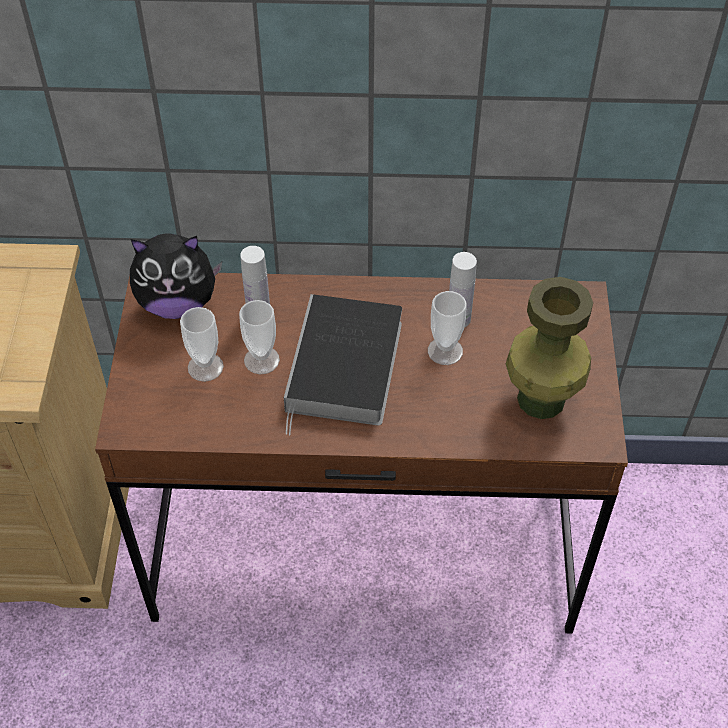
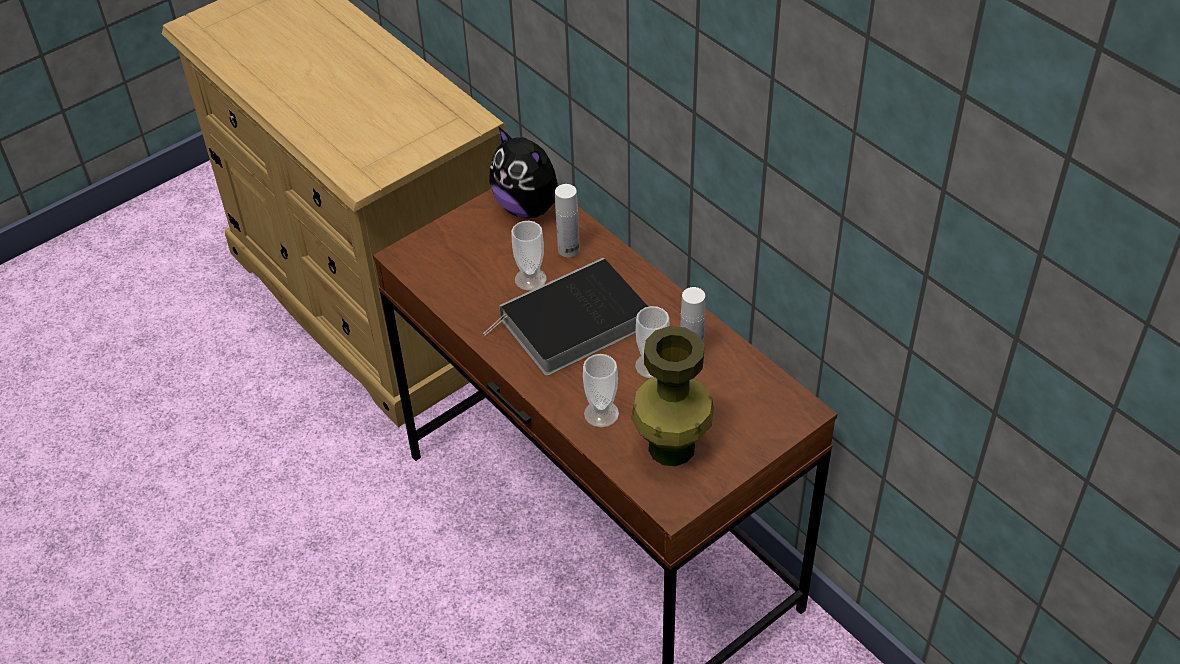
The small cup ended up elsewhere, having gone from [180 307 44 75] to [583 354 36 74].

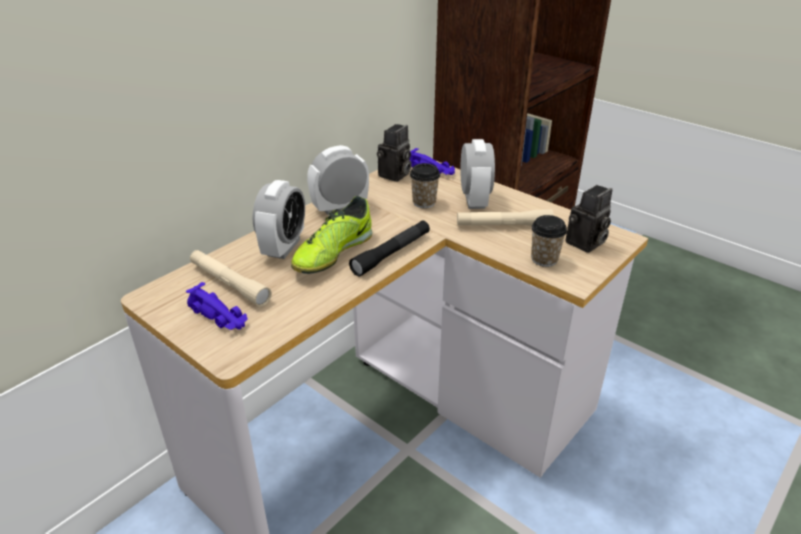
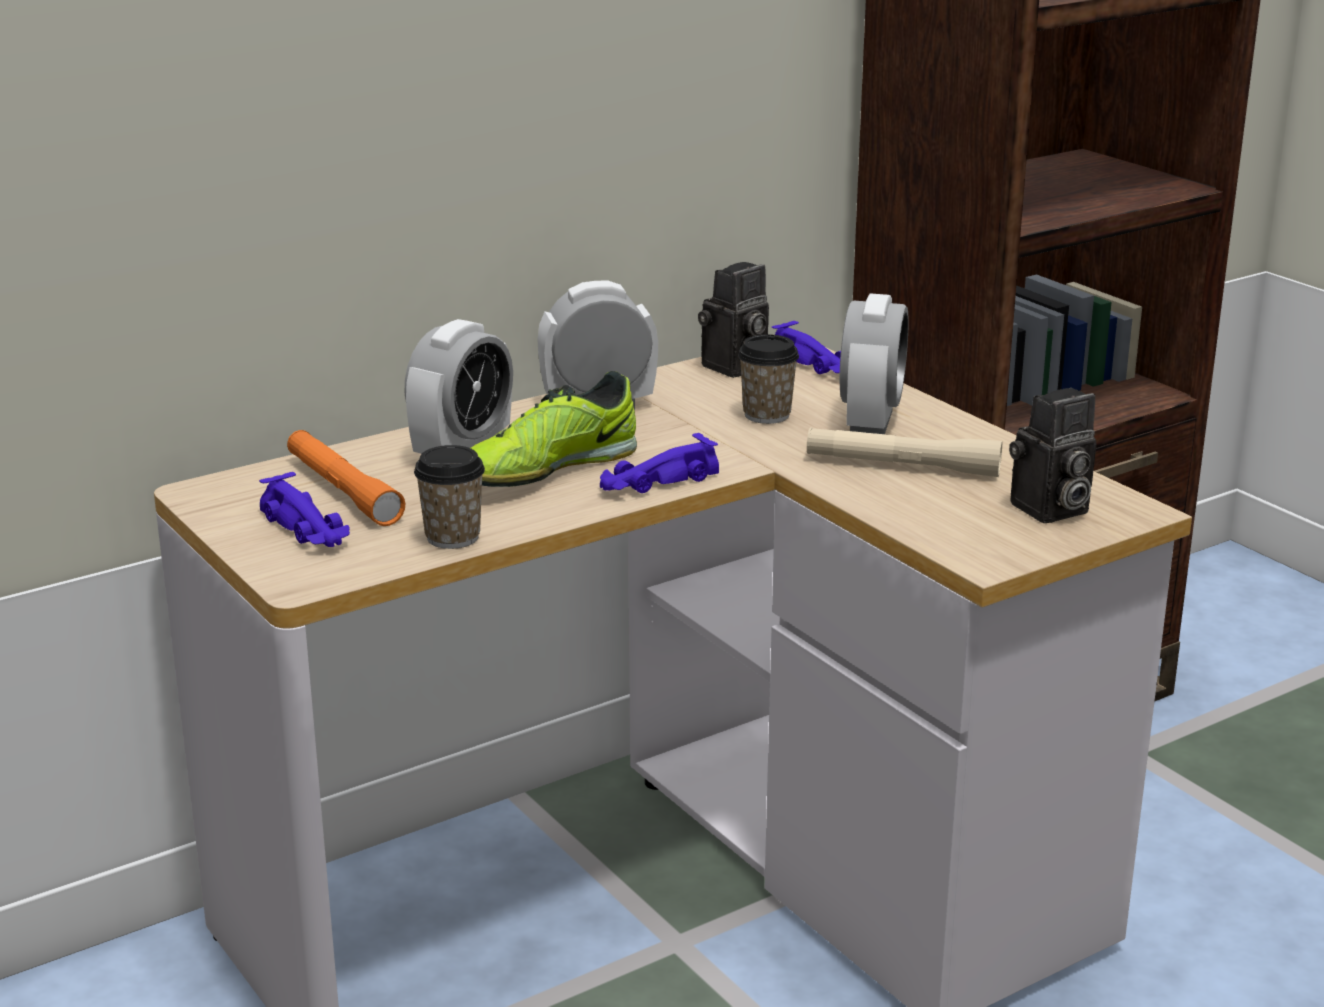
What was the beige-coloured torch at [190 250 82 57] turned into the orange torch at [287 430 118 96]. The small cup ended up elsewhere, having gone from [531 215 36 52] to [414 445 71 104]. Where the black-coloured torch stood at [349 221 81 55], the purplish miniature car came to stand at [600 433 119 60].

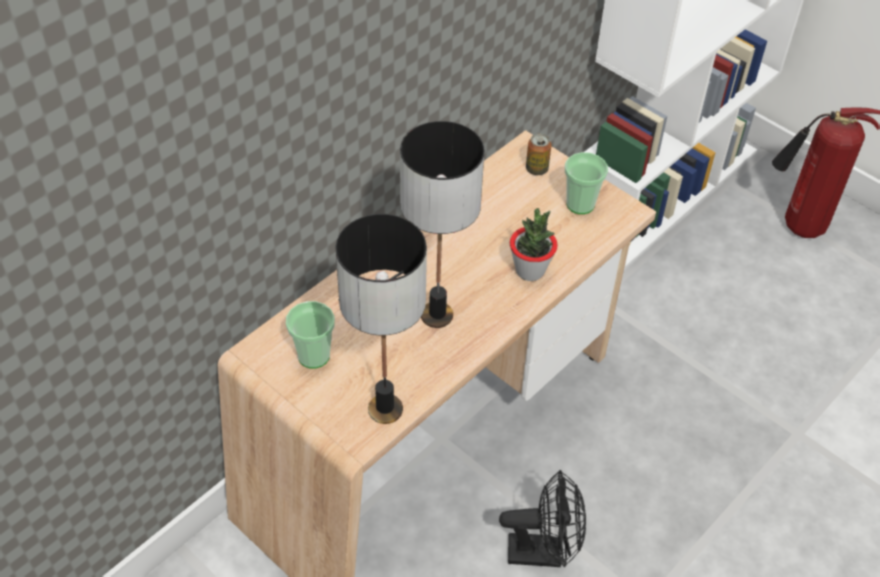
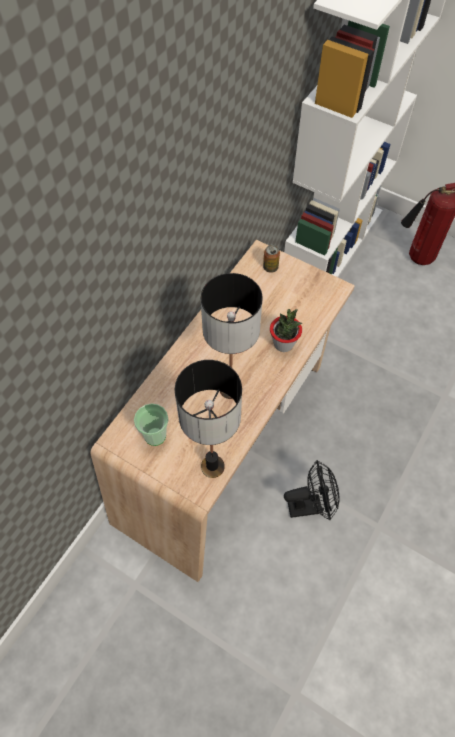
The second view lost the small cup at [565 152 43 62].

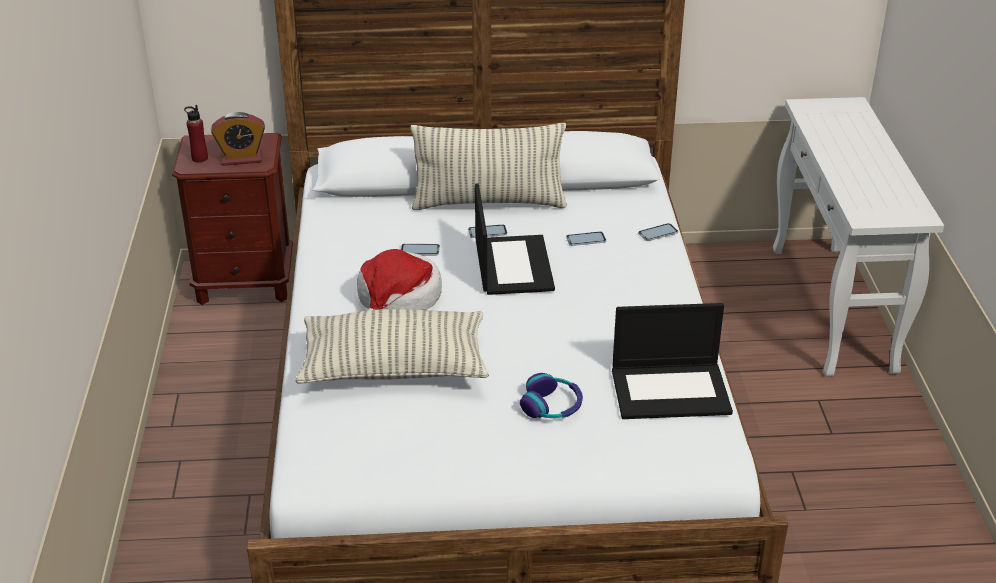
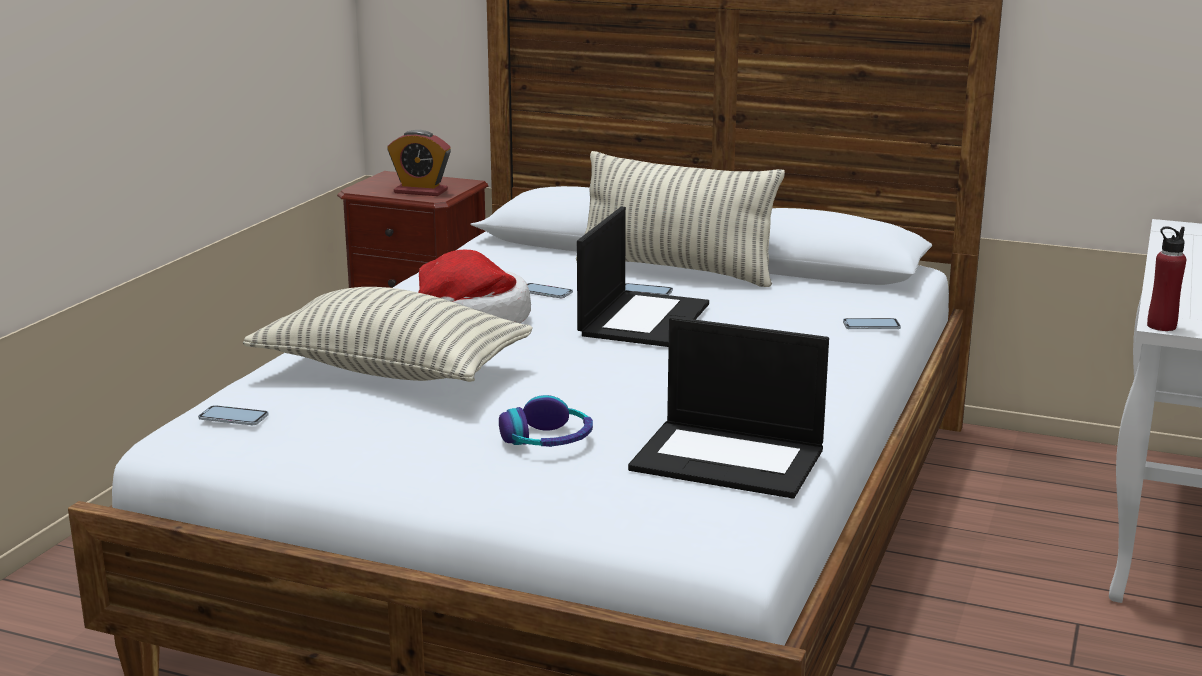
The phone ended up elsewhere, having gone from [566 231 40 15] to [198 405 71 20]. The red-coloured beverage bottle ended up elsewhere, having gone from [184 105 24 58] to [1147 227 39 104].

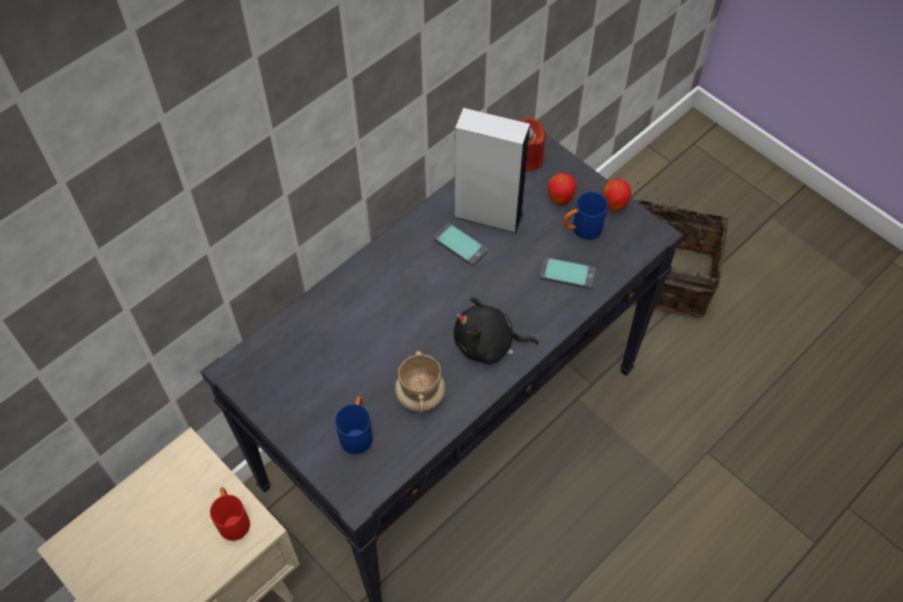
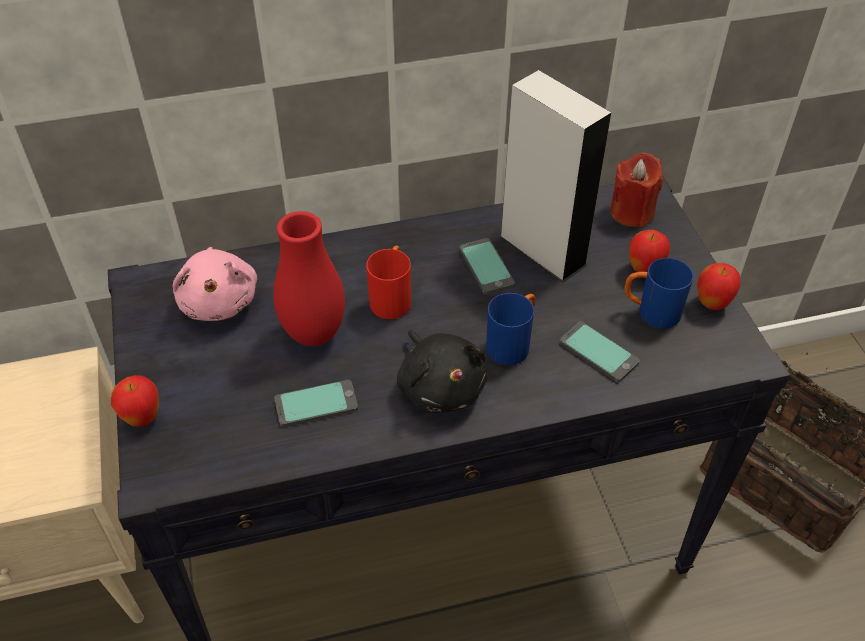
The second view gained the apple fruit at [111 375 48 52]. The second view gained the pink-coloured plush toy at [173 247 84 74]. The second view gained the red-coloured vase at [273 211 72 135]. Where the beige-coloured tea mug stood at [395 351 50 62], the phone came to stand at [274 380 84 47]. The red-coloured tea mug ended up elsewhere, having gone from [210 487 40 54] to [366 245 45 74]. The black-coloured plush toy at [454 297 85 67] ended up facing another way, 150 degrees counterclockwise from before. The blue tea mug ended up elsewhere, having gone from [335 396 38 58] to [486 293 49 73].

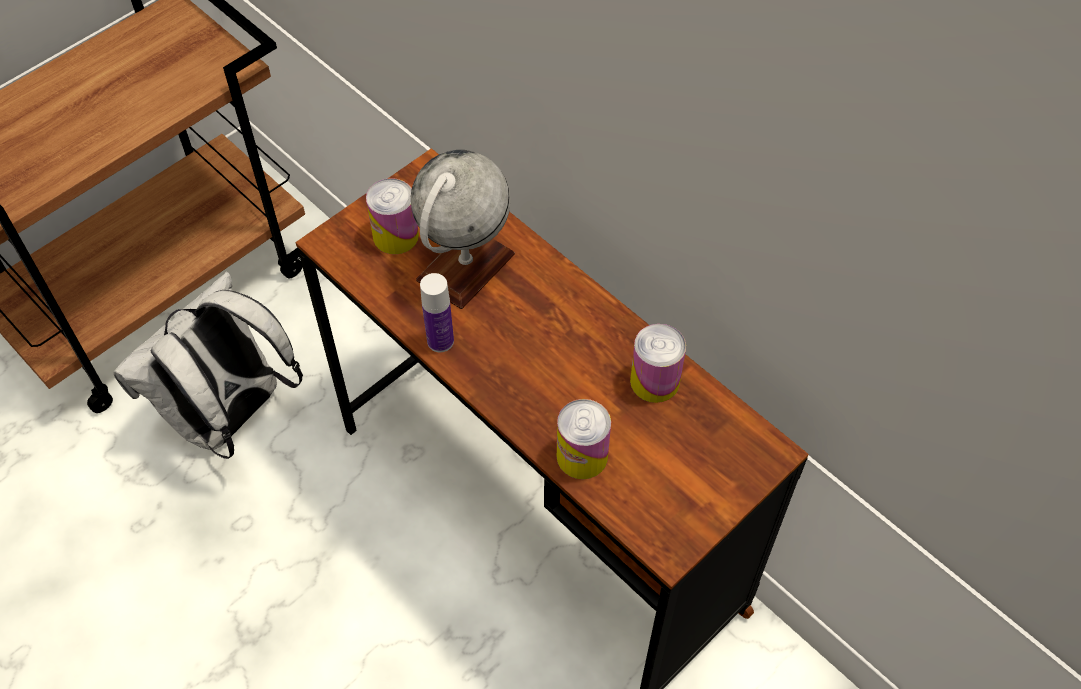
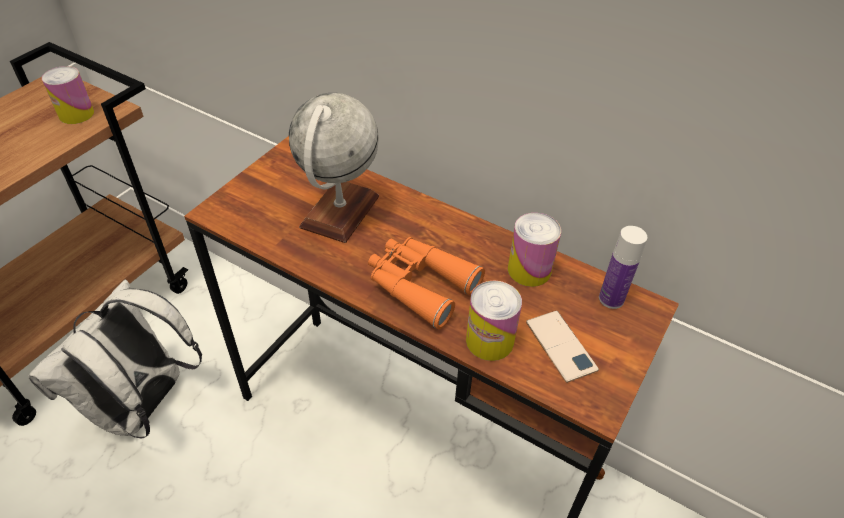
The can ended up elsewhere, having gone from [366 178 53 76] to [42 66 52 58]. The second view gained the orange field glasses at [368 237 117 92]. The second view gained the phone at [526 311 73 72]. The beverage bottle ended up elsewhere, having gone from [420 273 34 79] to [599 226 48 83].

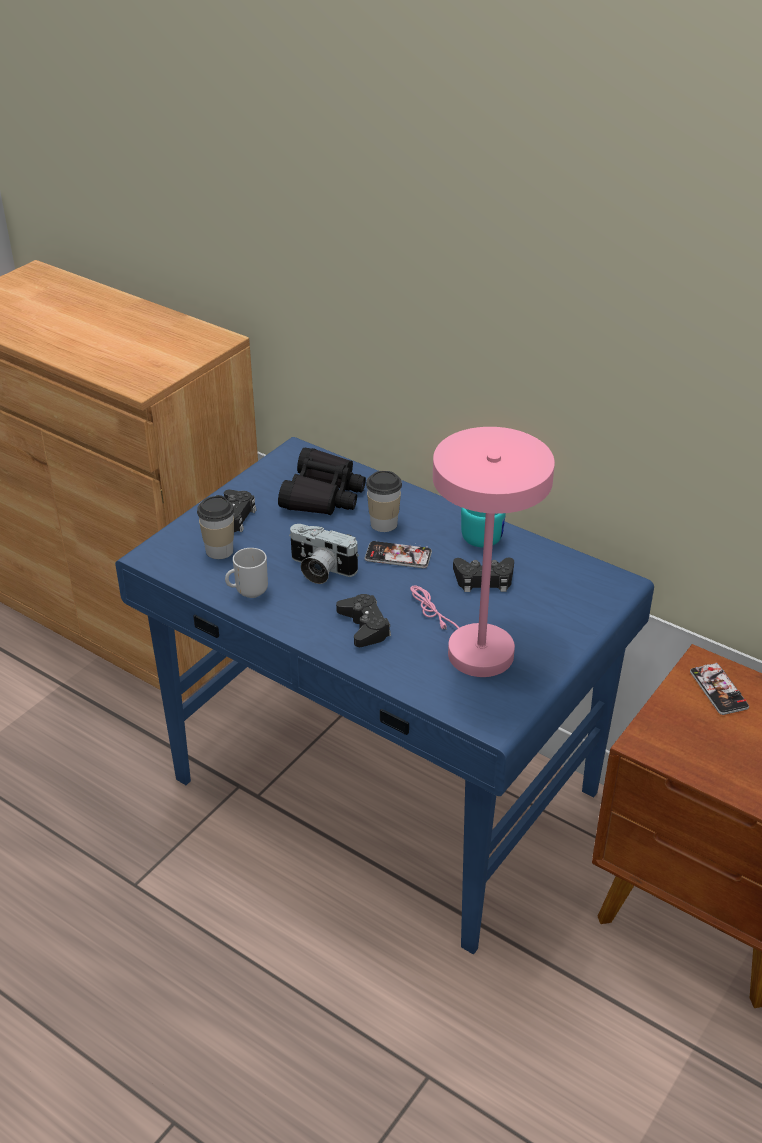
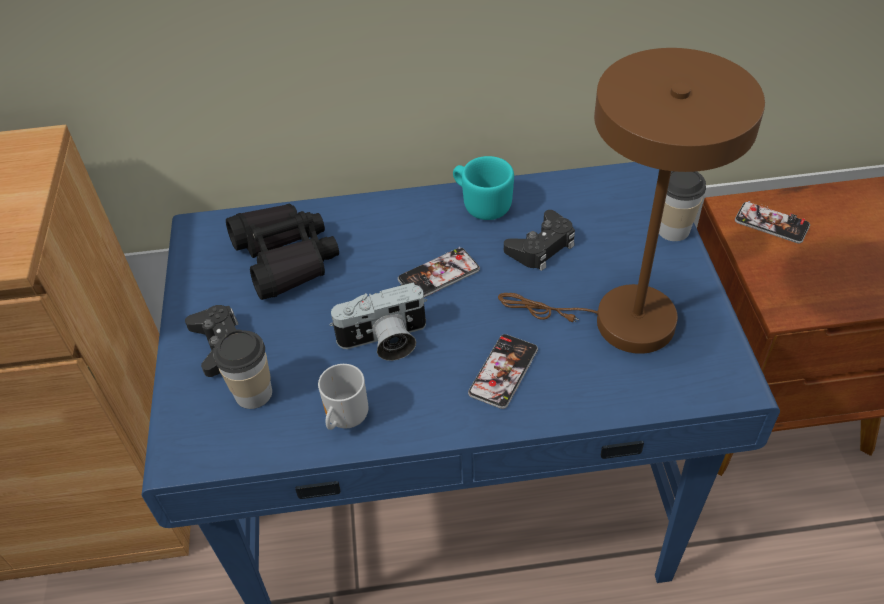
Where the black-coloured gamepad stood at [336 594 55 53], the phone came to stand at [468 334 70 75]. What was the pink-coloured tabletop lamp at [410 427 145 250] turned into the brownish tabletop lamp at [498 48 267 306]. The small cup ended up elsewhere, having gone from [366 471 36 61] to [659 171 47 70].

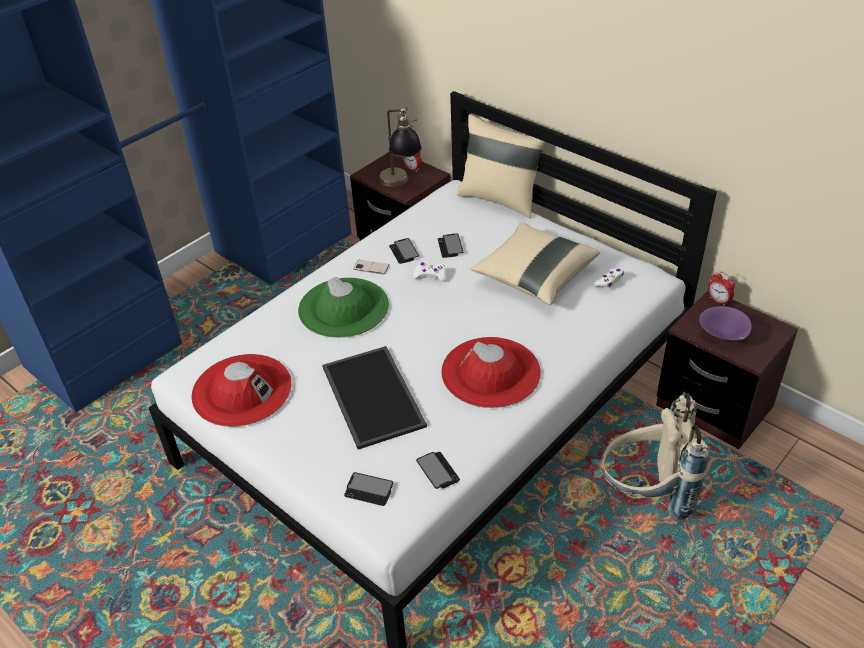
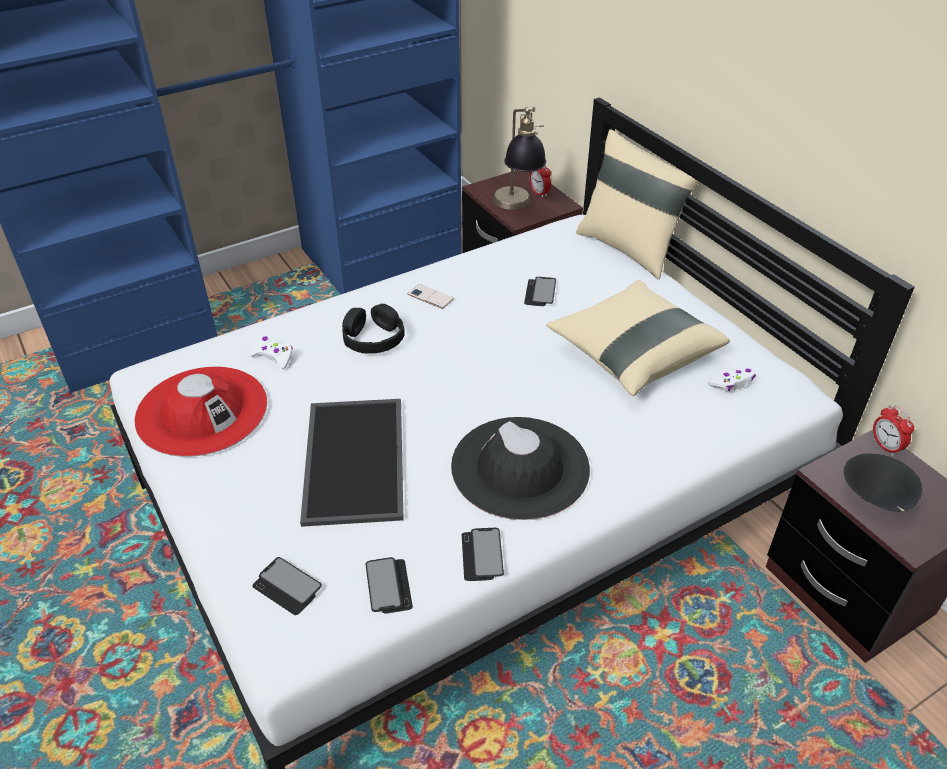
The whitish gamepad ended up elsewhere, having gone from [413 262 33 20] to [249 336 44 33]. Where the greenish wearable hat stood at [298 277 91 61], the black-coloured headphones came to stand at [342 304 63 50]. What was the red-coloured wearable hat at [441 337 100 71] turned into the black-coloured wearable hat at [451 417 139 103]. The phone ended up elsewhere, having gone from [389 238 30 26] to [462 528 42 53]. What was the purplish deep dish at [699 306 53 34] turned into the black-coloured deep dish at [844 454 78 58]. The second view lost the beige-coloured rucksack at [600 393 109 127].

